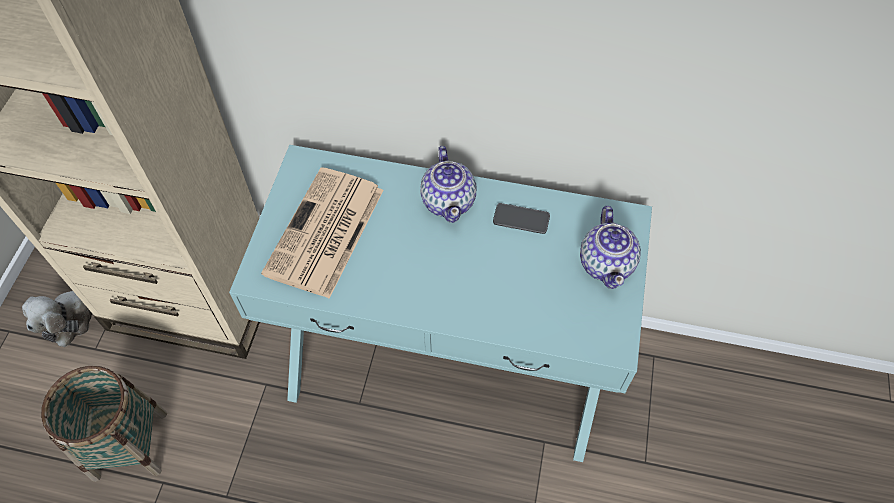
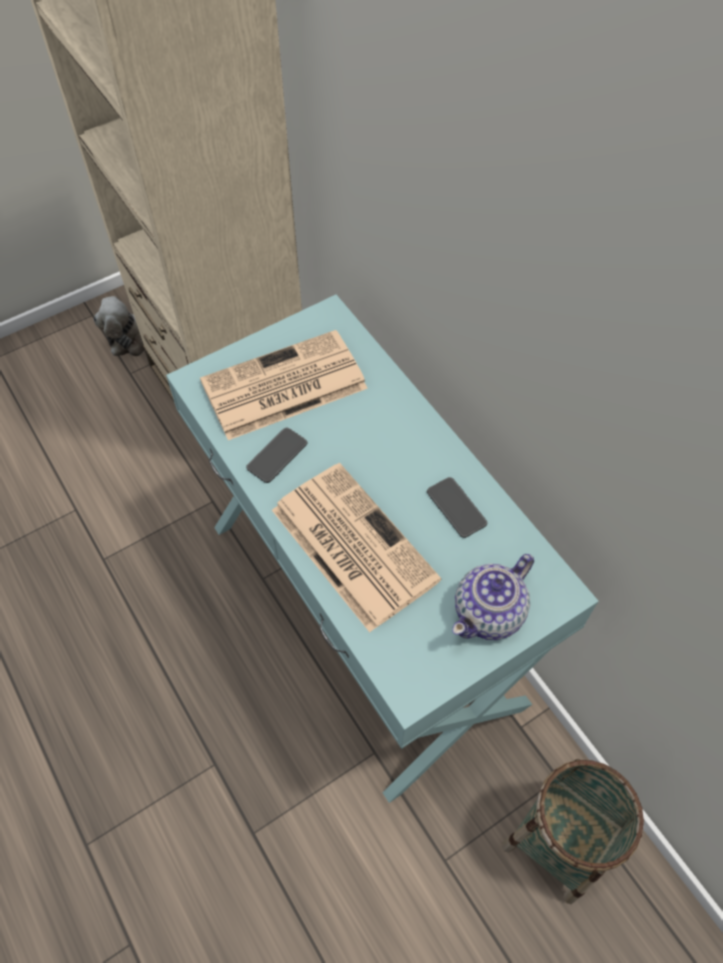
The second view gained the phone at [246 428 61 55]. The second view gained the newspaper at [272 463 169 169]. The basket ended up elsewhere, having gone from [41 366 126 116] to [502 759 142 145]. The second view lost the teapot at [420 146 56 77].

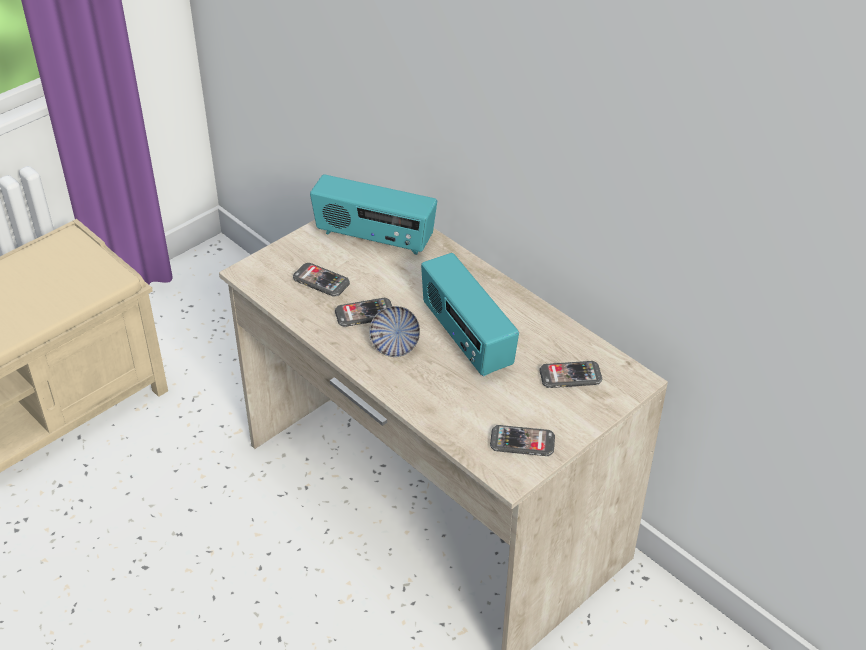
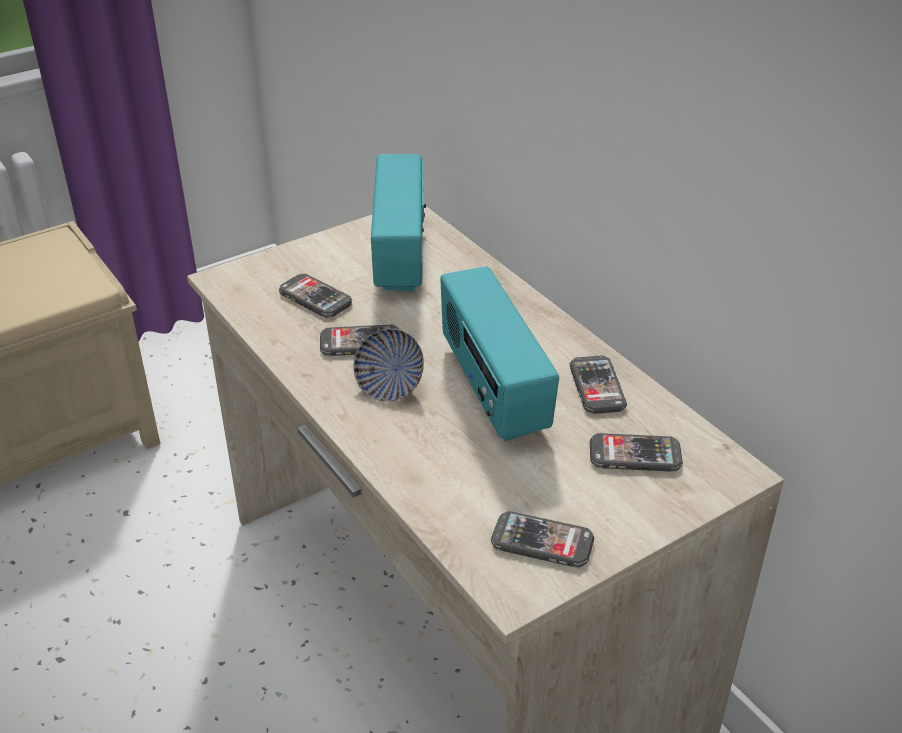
The radio at [310 174 127 81] ended up facing another way, 120 degrees counterclockwise from before. The second view gained the phone at [569 356 58 58].

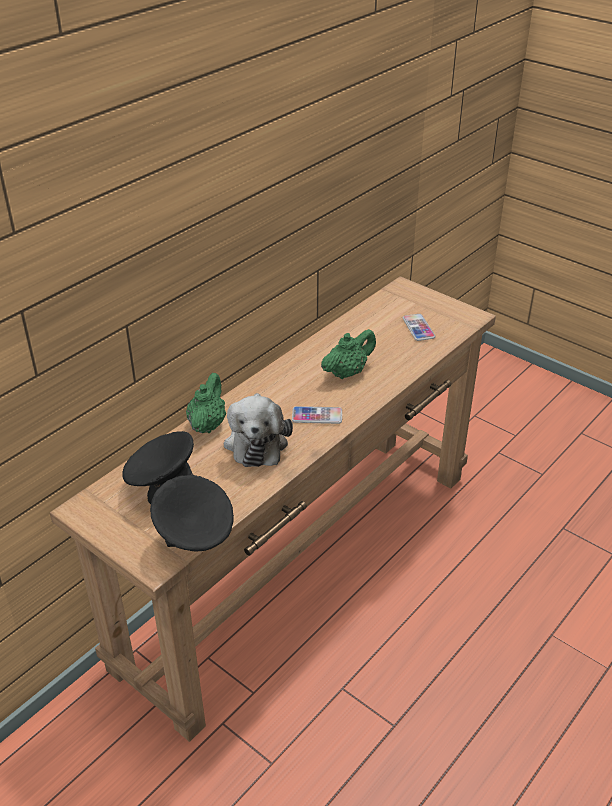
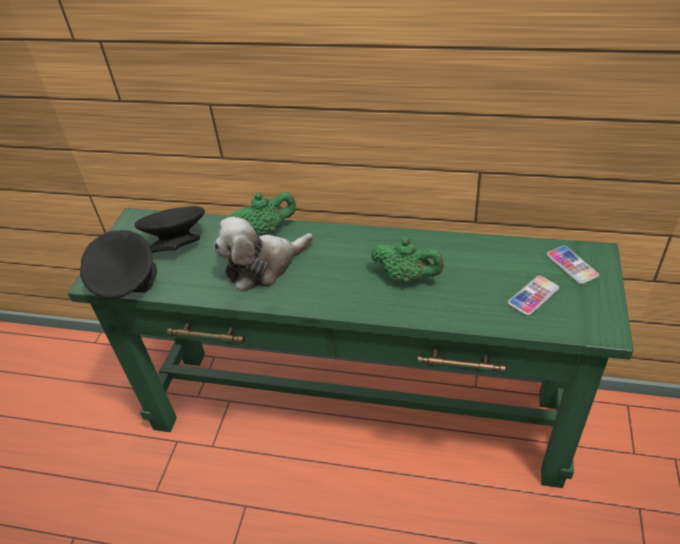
What was the brownish console table at [50 276 446 466] turned into the greenish console table at [67 208 567 280]. The phone ended up elsewhere, having gone from [292 406 50 18] to [547 246 52 38].

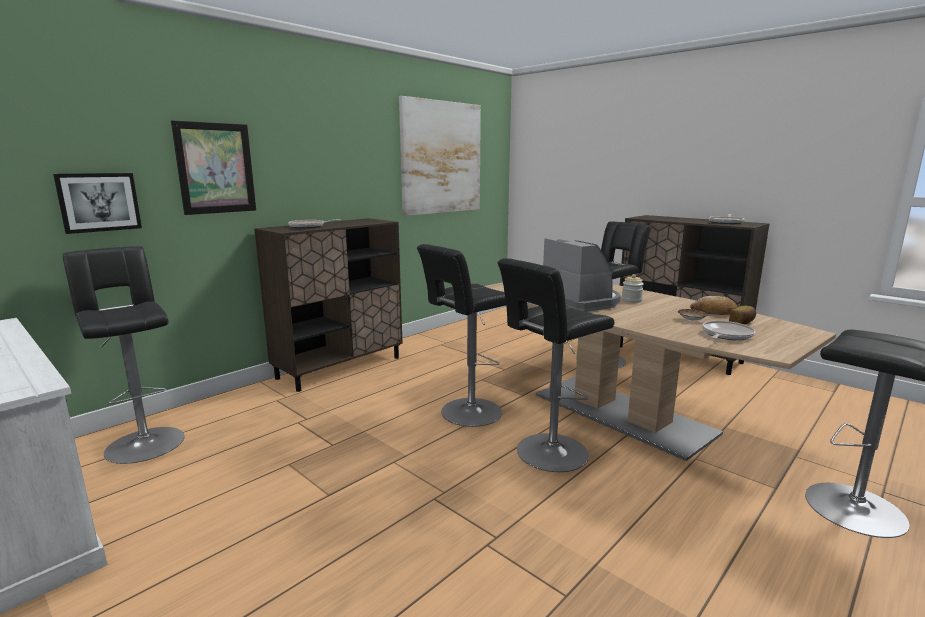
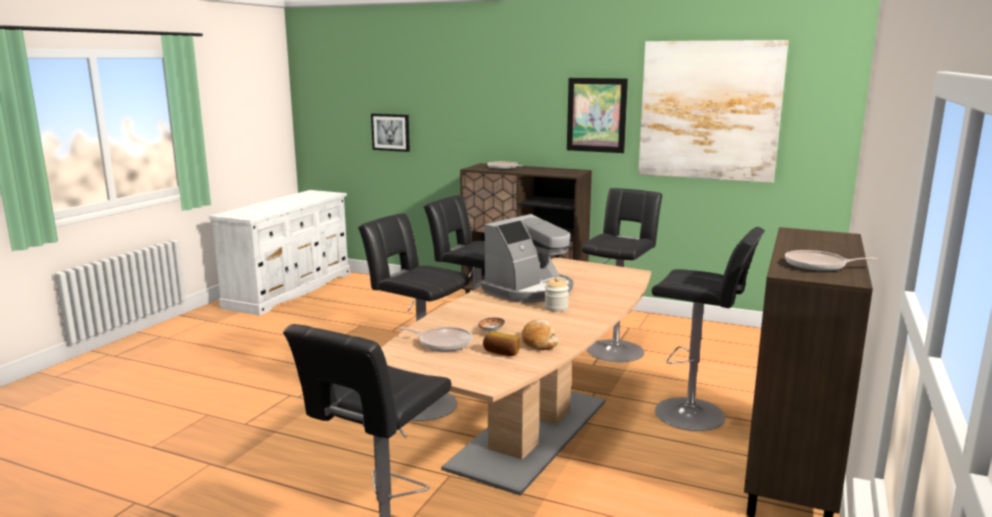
The wall art ended up elsewhere, having gone from [171 120 85 95] to [567 78 61 75]. The black-coloured stool ended up elsewhere, having gone from [62 246 123 218] to [582 188 80 174].

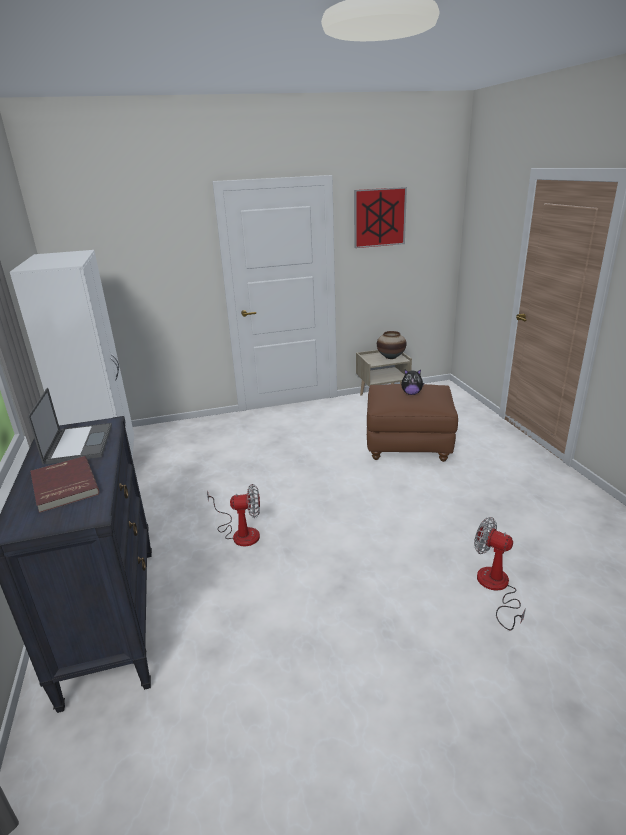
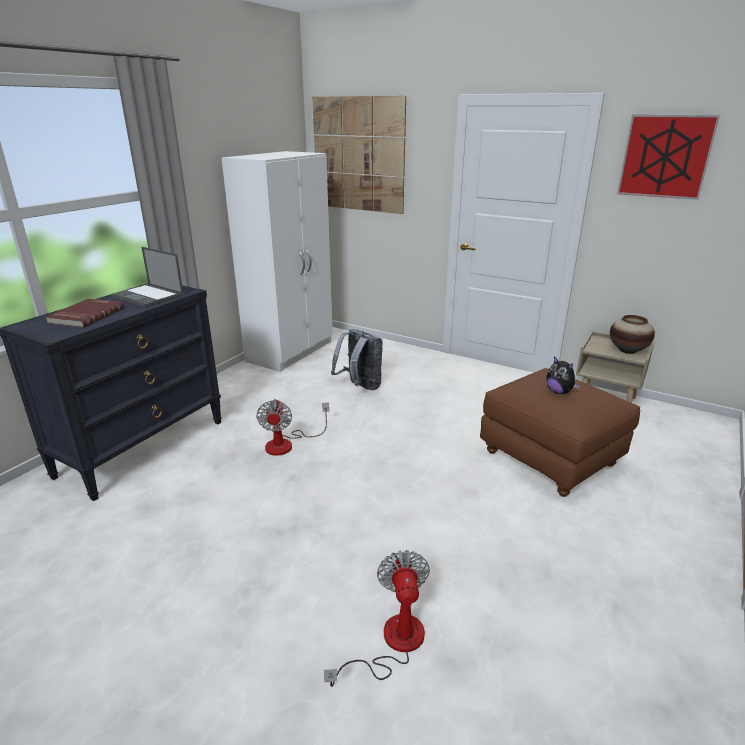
The portable computer at [28 388 84 77] ended up facing another way, 90 degrees clockwise from before. The cooling fan at [207 484 53 62] ended up facing another way, 45 degrees clockwise from before. The second view gained the wall art at [312 96 94 118]. The second view gained the grey rucksack at [331 329 52 61].

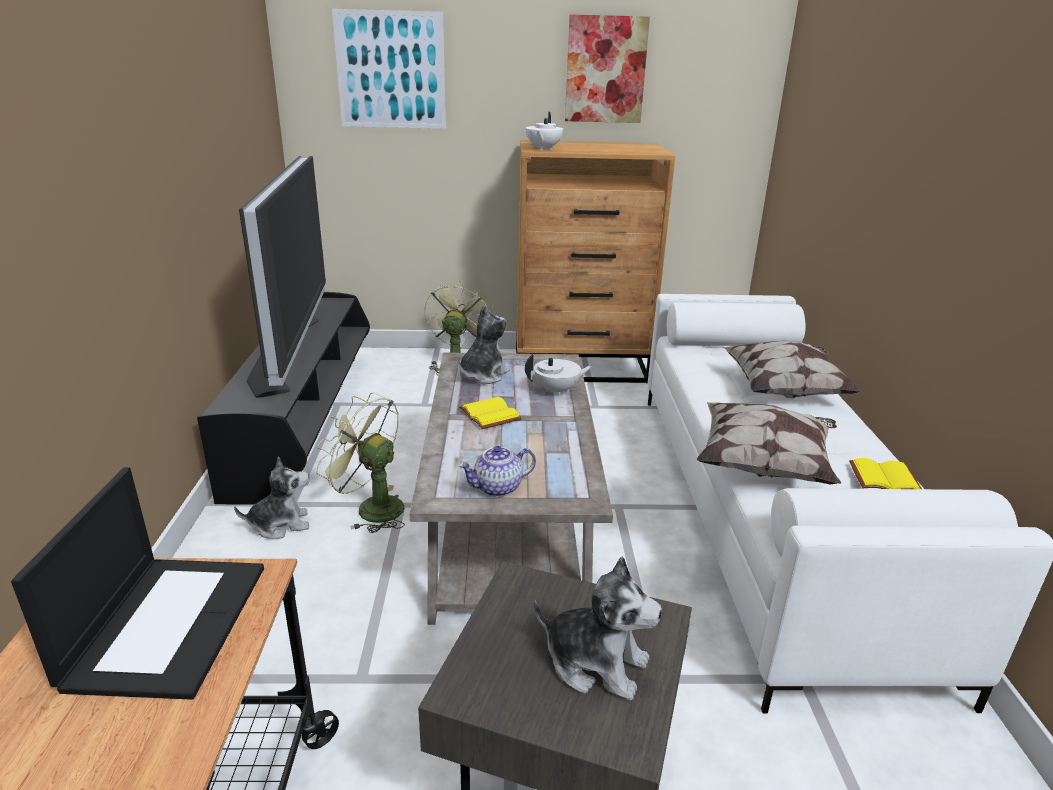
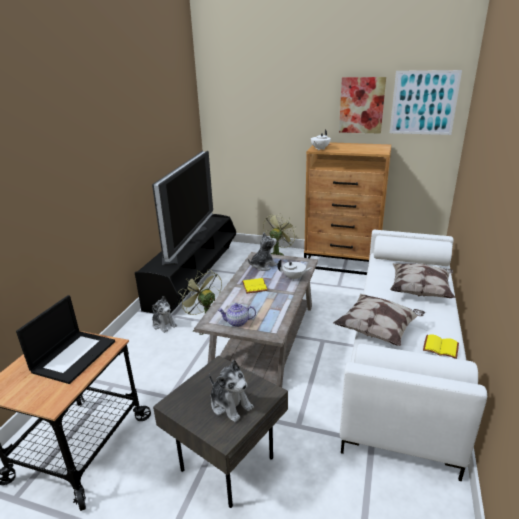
The plush toy at [234 457 75 82] ended up facing another way, 45 degrees clockwise from before. The wall art ended up elsewhere, having gone from [332 9 114 120] to [390 70 72 65].

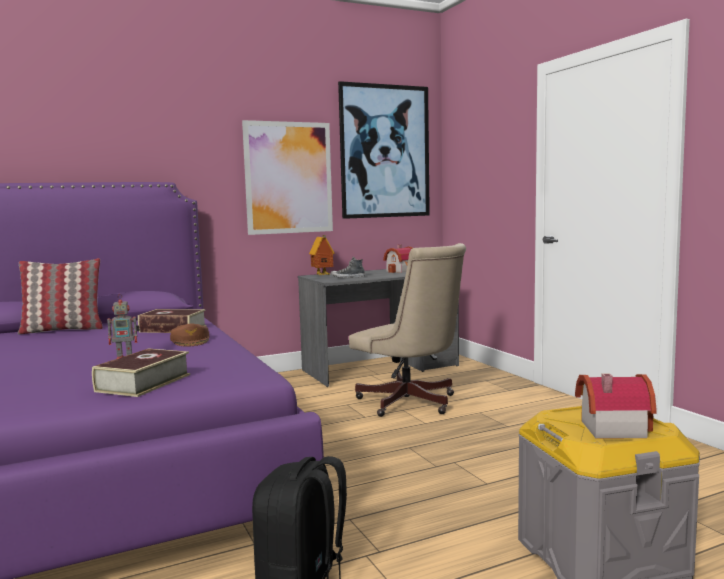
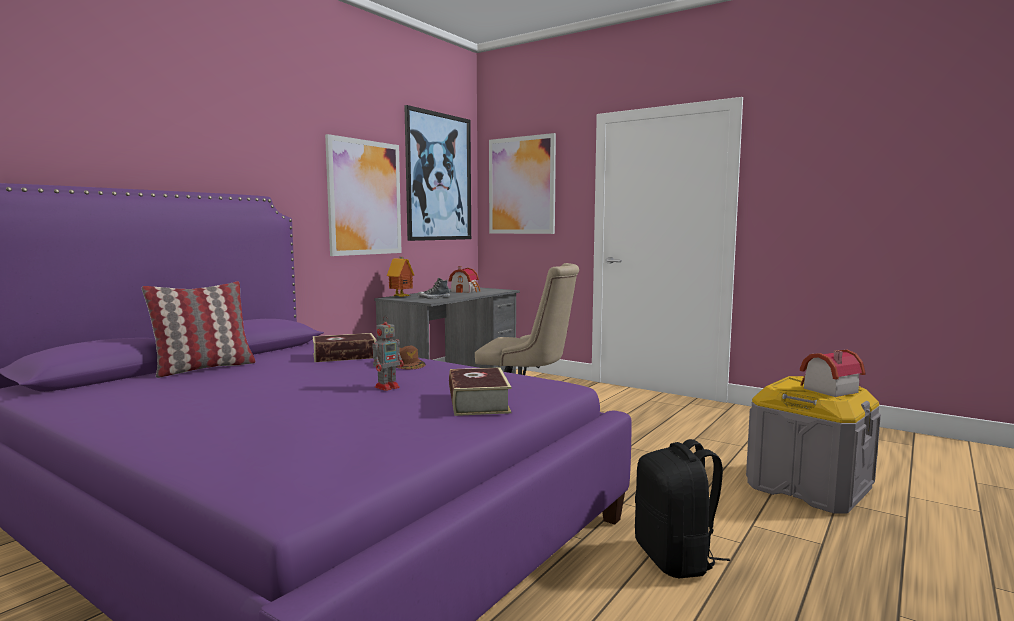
The second view gained the wall art at [489 133 67 101].

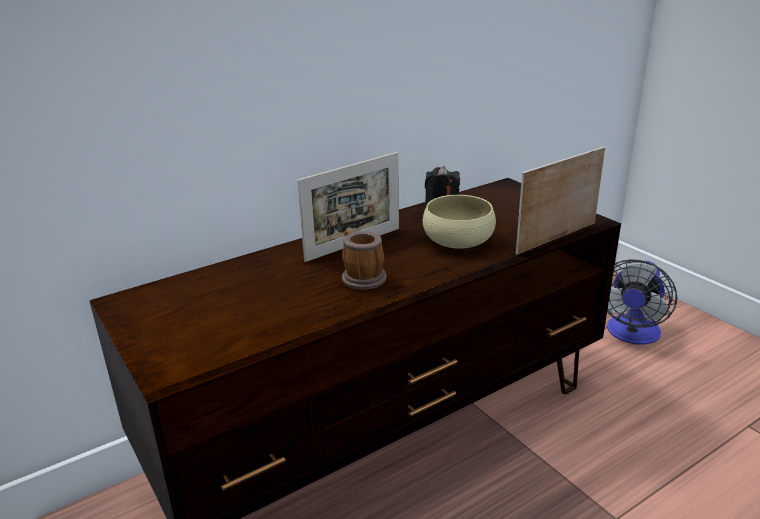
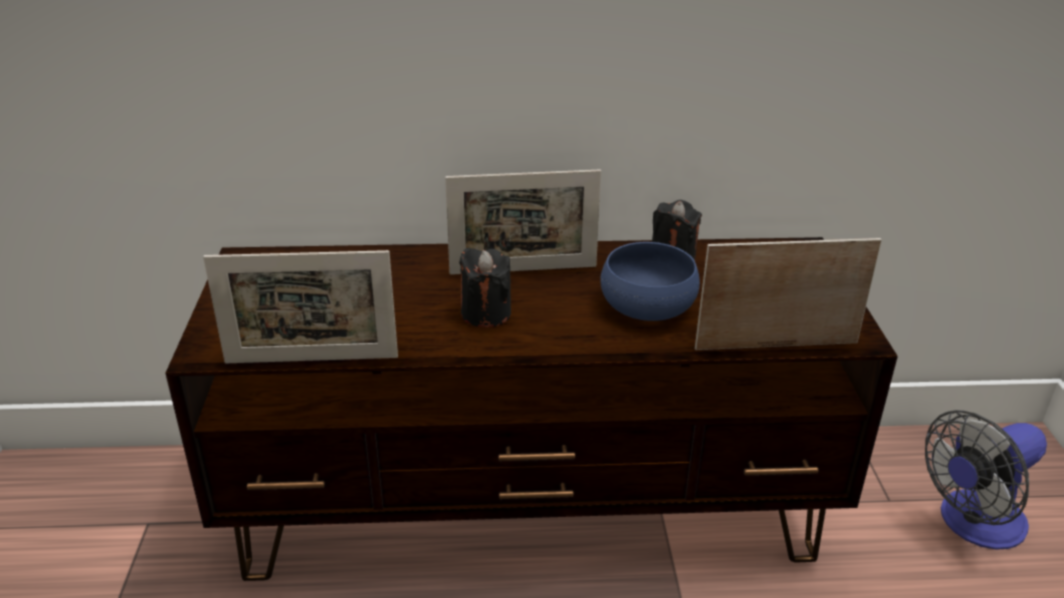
The second view gained the picture frame at [203 250 195 113]. Where the tea mug stood at [342 230 45 60], the black-coloured wax candle came to stand at [459 248 52 79]. What was the beige-coloured deep dish at [423 195 73 54] turned into the blue deep dish at [600 242 100 79].

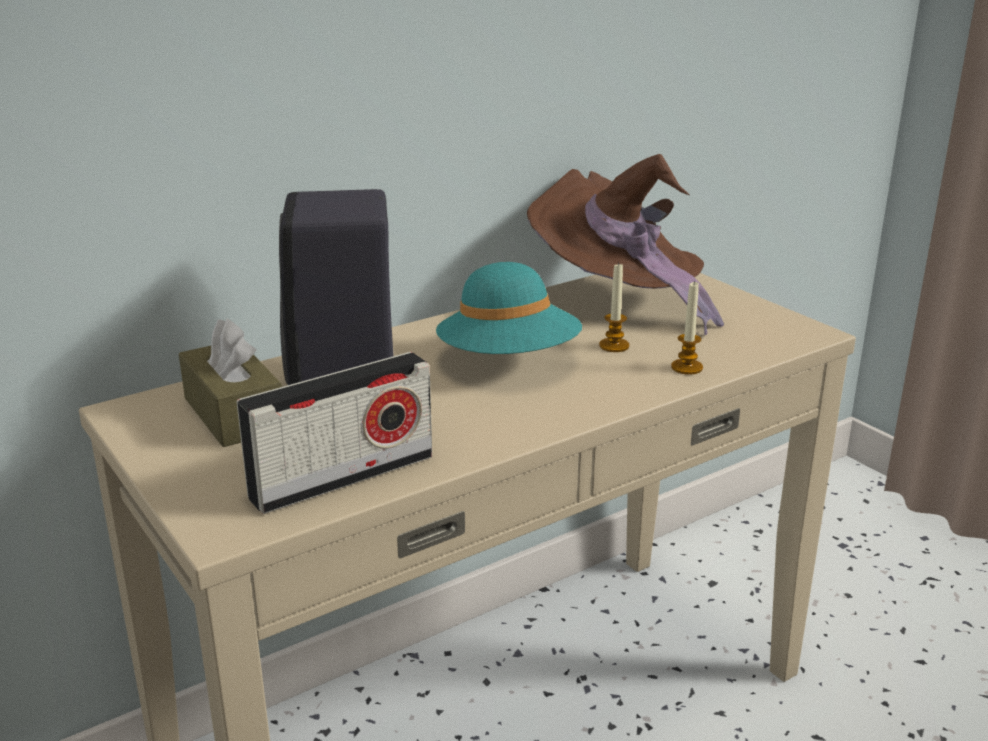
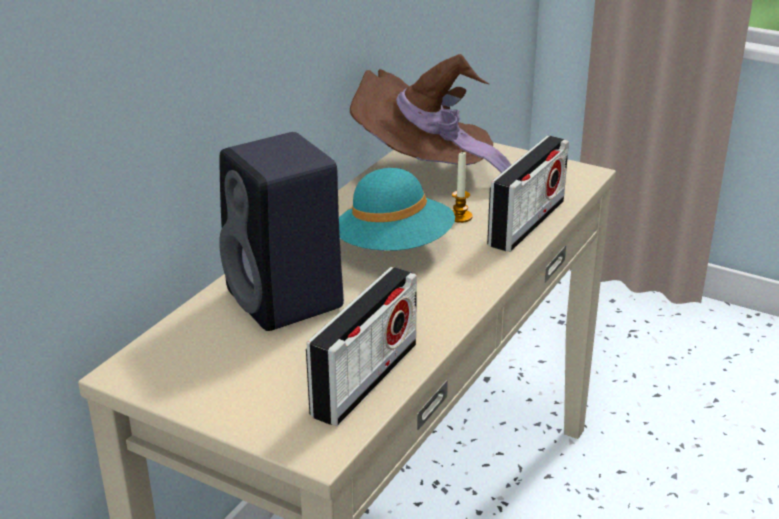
Where the wax candle stood at [671 280 32 95], the radio came to stand at [487 136 82 116]. The second view lost the brownish box of tissues at [179 318 103 129].

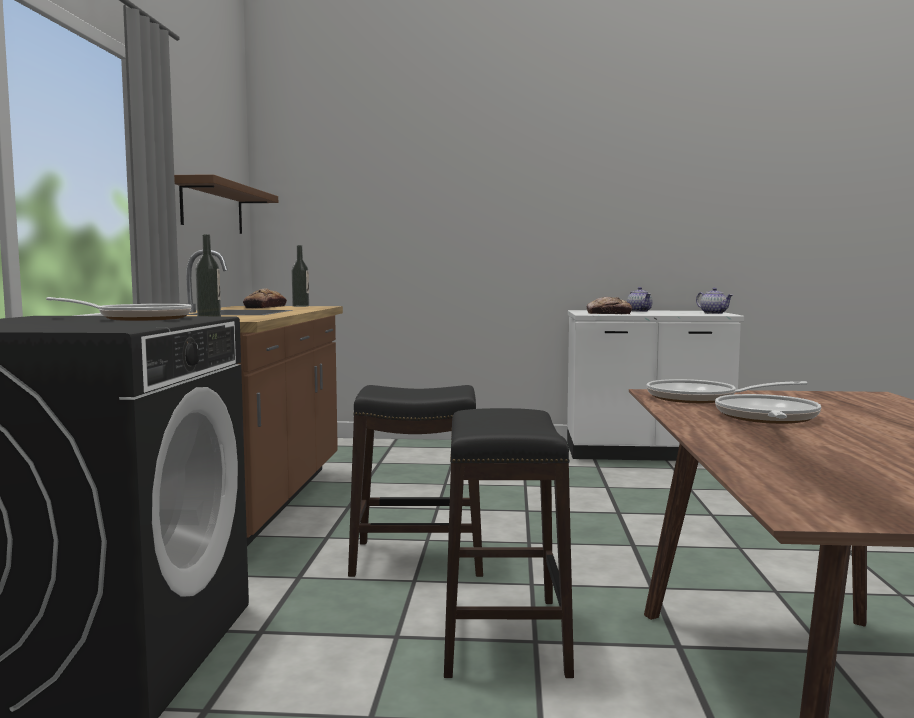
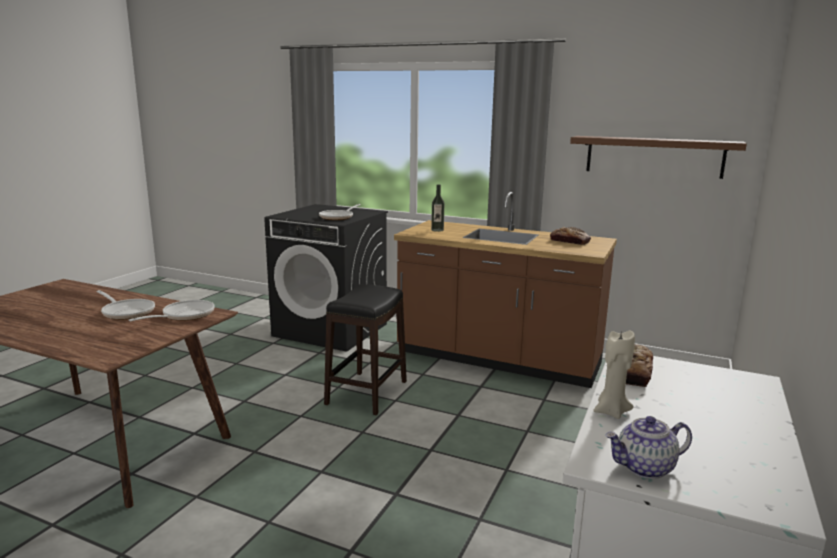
The second view gained the beige-coloured wax candle at [593 330 42 89]. The second view lost the beverage bottle at [292 245 17 62]. The second view lost the black-coloured stool at [444 408 130 270]. The second view lost the teapot at [627 287 26 25].

